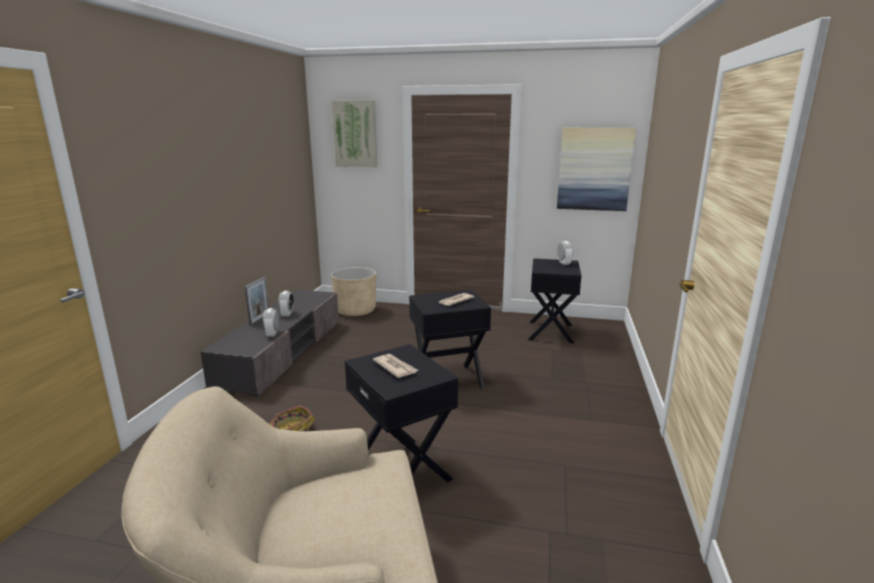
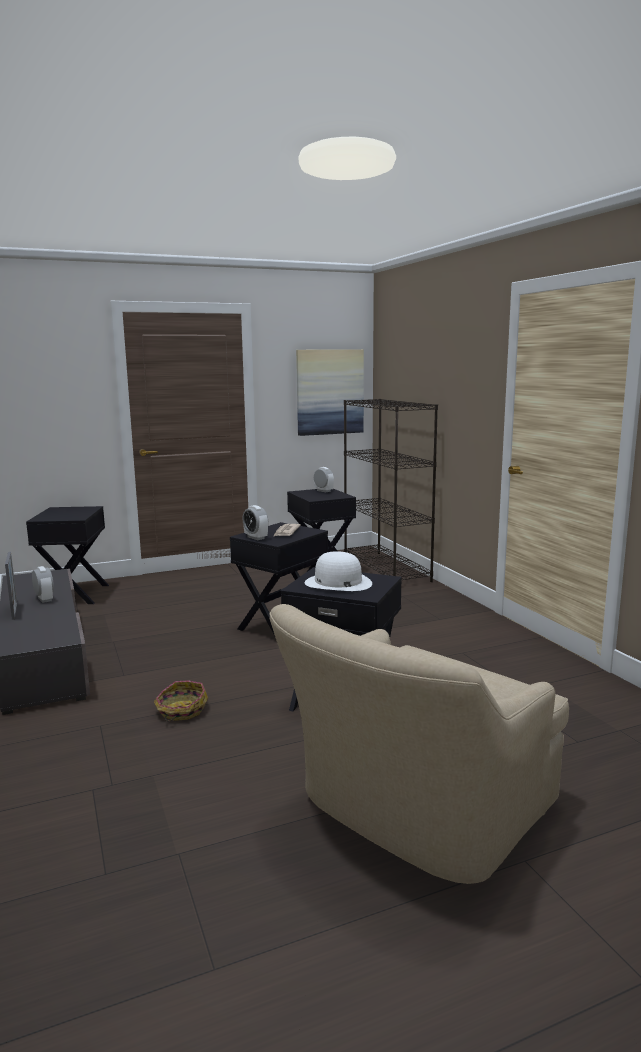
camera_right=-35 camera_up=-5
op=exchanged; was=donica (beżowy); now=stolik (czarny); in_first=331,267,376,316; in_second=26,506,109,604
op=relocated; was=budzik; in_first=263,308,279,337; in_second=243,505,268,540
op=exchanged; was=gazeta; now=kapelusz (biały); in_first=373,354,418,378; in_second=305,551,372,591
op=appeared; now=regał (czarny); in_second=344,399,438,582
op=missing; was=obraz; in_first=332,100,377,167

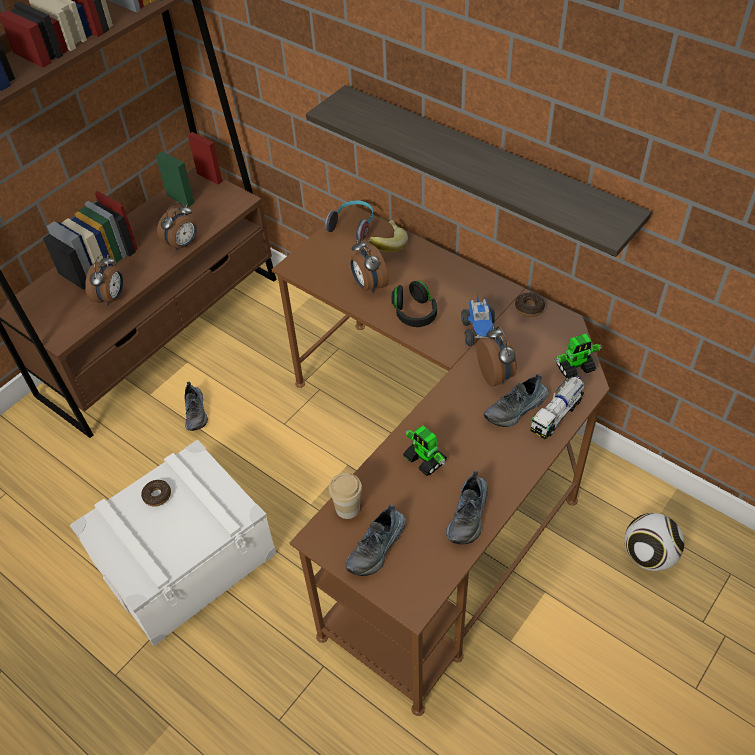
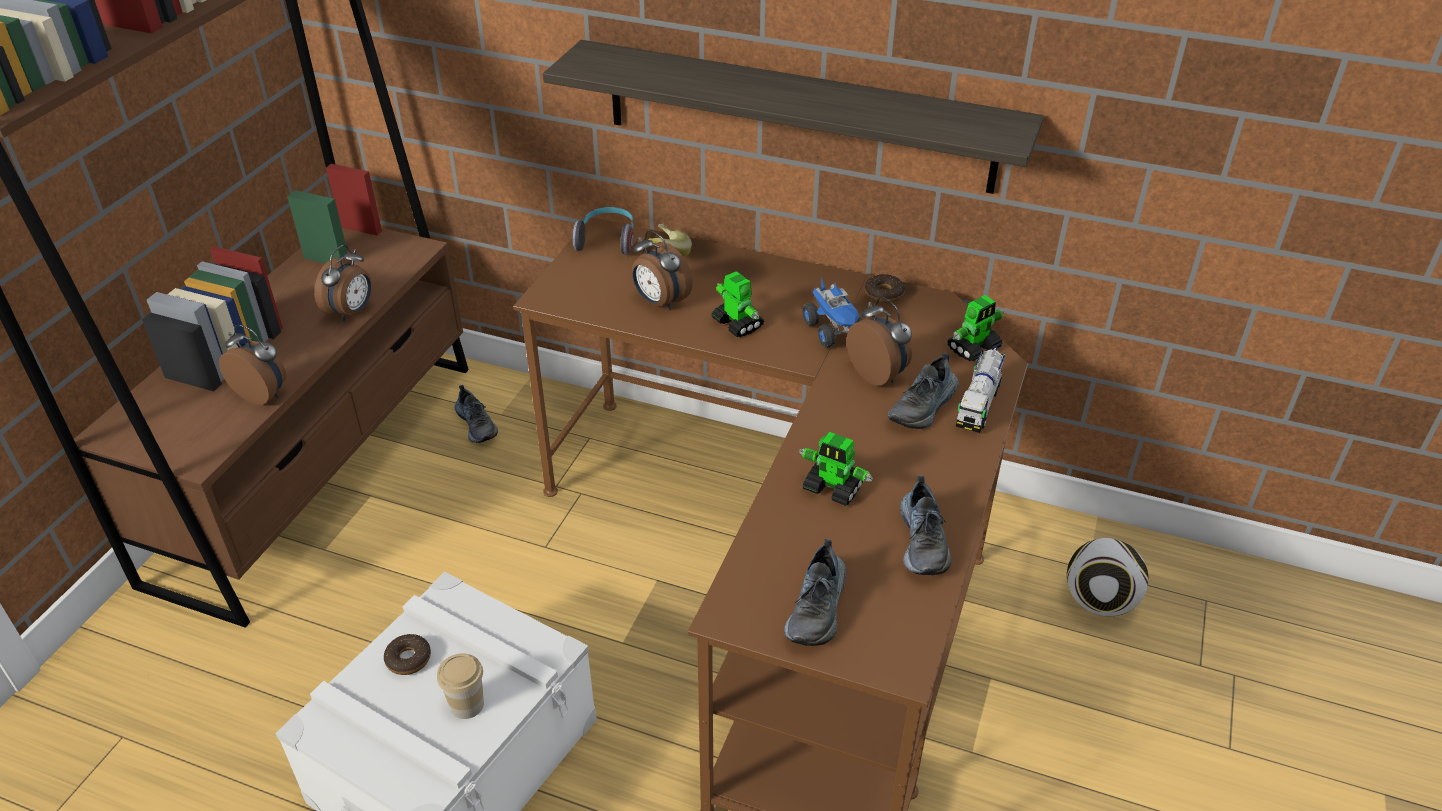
camera_right=-20 camera_up=-10
op=spun; was=budzik; in_first=85,254,123,306; in_second=219,325,286,405; clockwise=-60
op=relocated; was=filiżanka; in_first=328,473,362,519; in_second=437,653,484,719
op=relocated; was=but; in_first=184,382,208,431; in_second=454,385,498,443
op=exchanged; was=słuchawki (czarny); now=robot zabawkowy; in_first=392,281,437,327; in_second=711,271,764,337

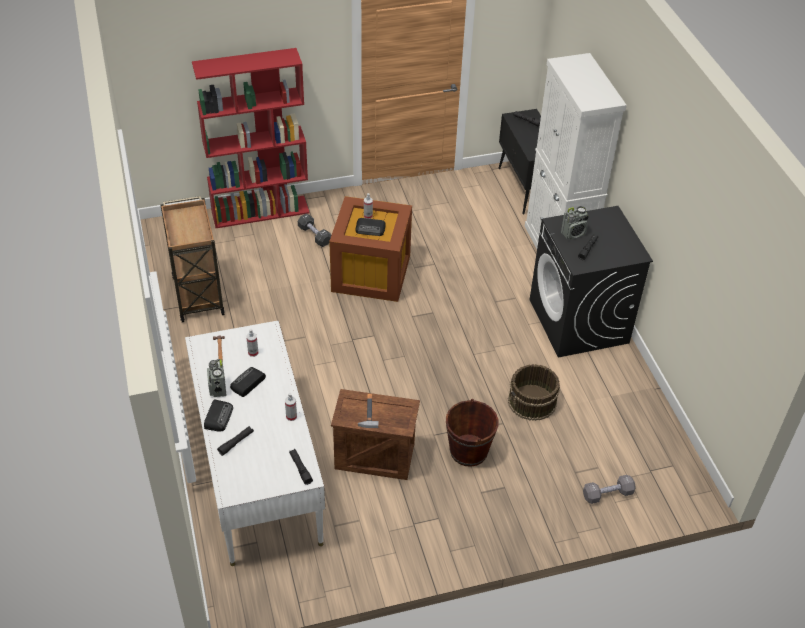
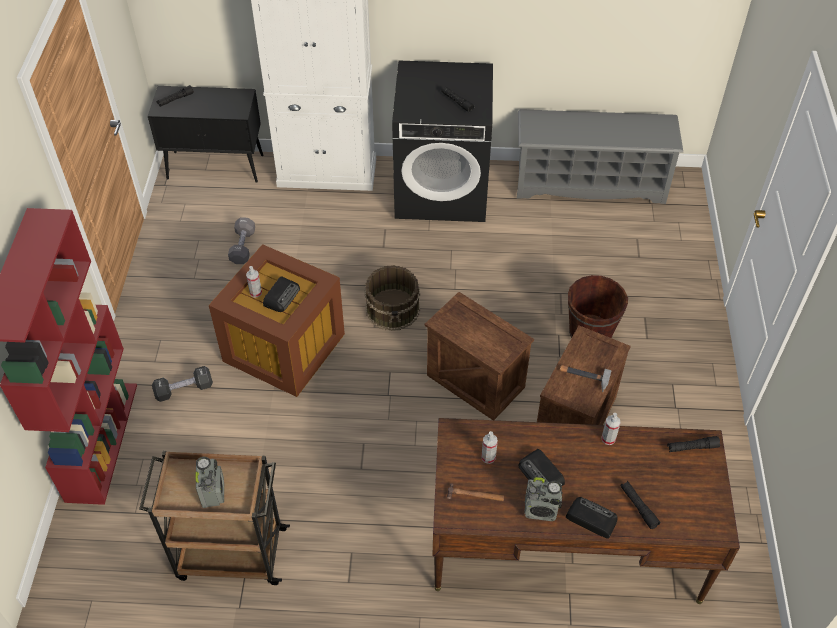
camera_right=-70 camera_up=5
op=relocated; was=radio; in_first=561,206,589,240; in_second=195,457,224,508
op=relocated; was=hantel (szary); in_first=583,475,636,504; in_second=228,217,255,264
op=relocated; was=wiadro (brązowy); in_first=508,364,560,421; in_second=364,265,420,331
op=appeared; now=skrzynka; in_second=425,292,534,420
op=colour; was=biurko (biały); now=biurko (brązowy); in_first=185,320,325,566; in_second=433,418,740,604
op=appeared; now=regał na buty (szary); in_second=517,109,683,204

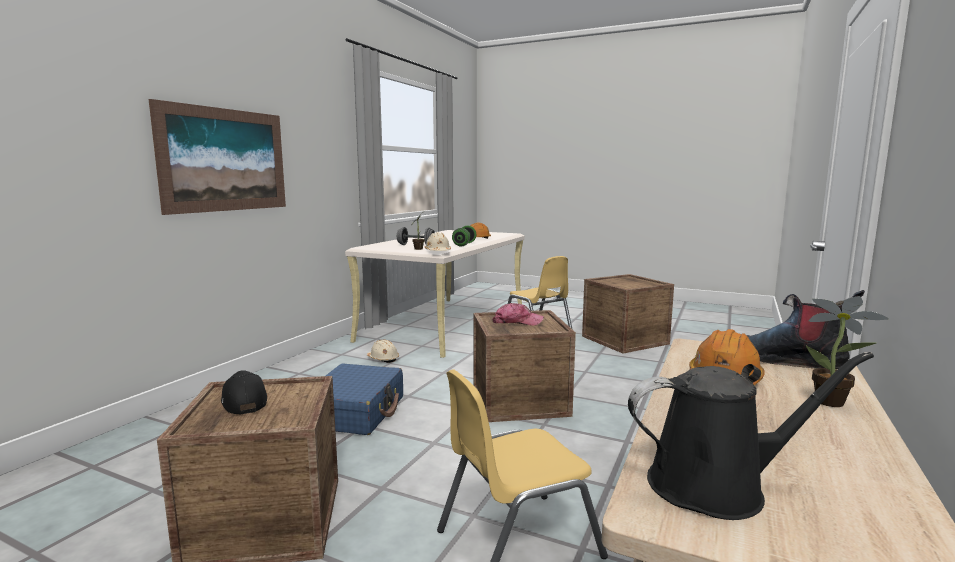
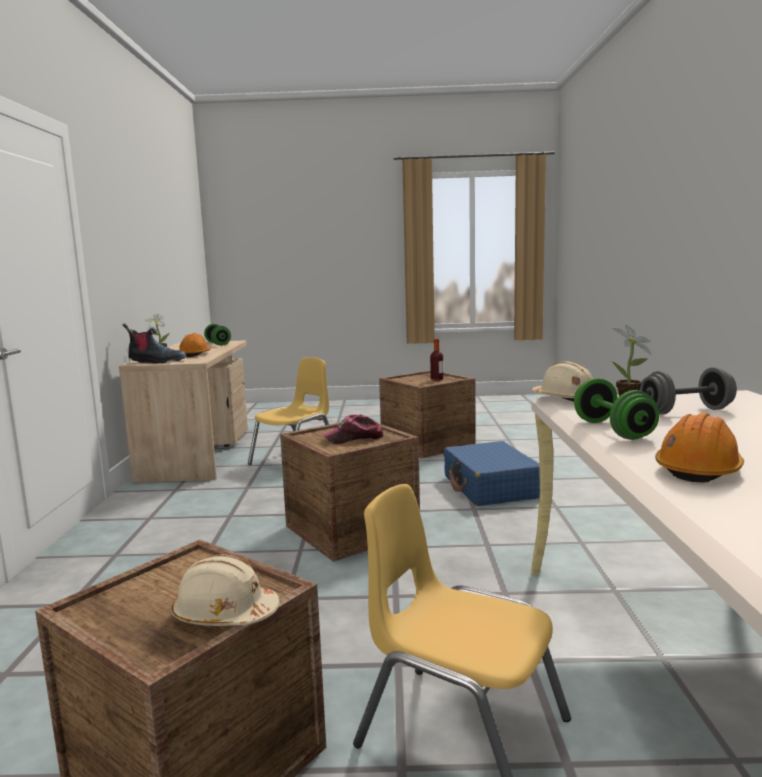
camera_right=155 camera_up=0
op=relocated; was=kask (beżowy); in_first=367,340,399,363; in_second=171,554,280,626
op=exchanged; was=konewka (czarny); now=hantel (zielony); in_first=628,352,874,520; in_second=204,324,231,346
op=exchanged; was=czapka z daszkiem (czarny); now=butelka; in_first=221,370,267,414; in_second=430,339,444,381
op=missing; was=obraz; in_first=149,99,286,215

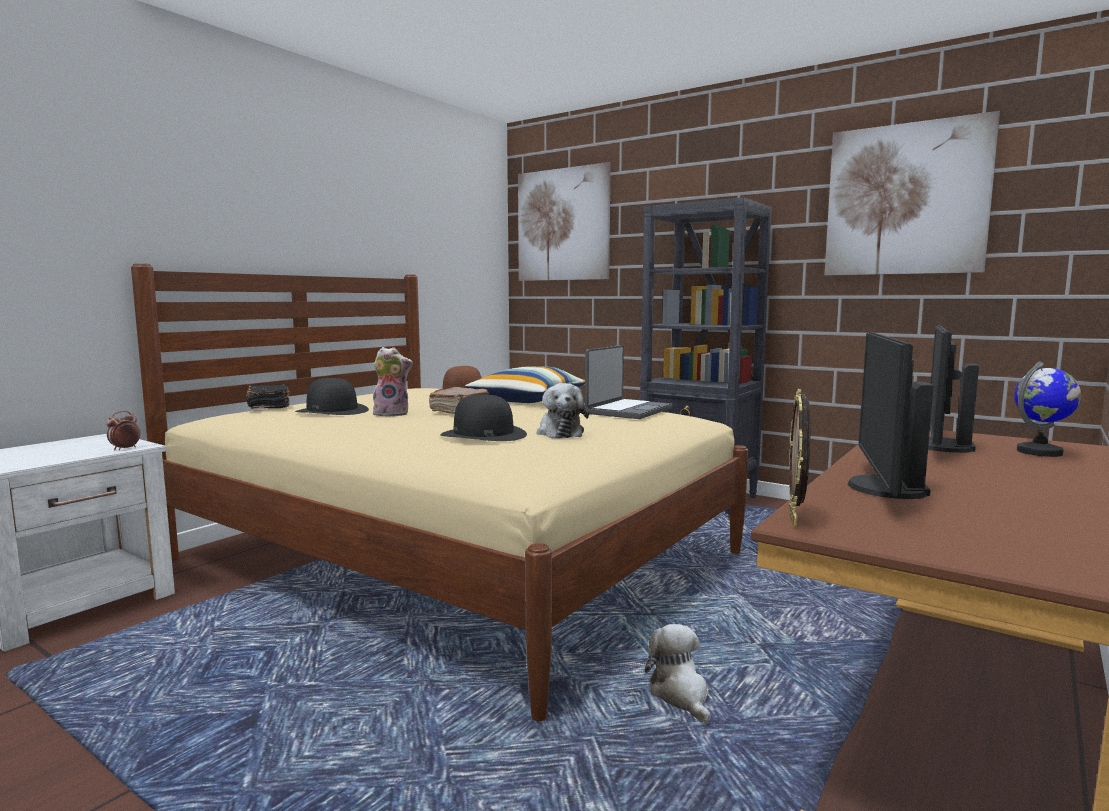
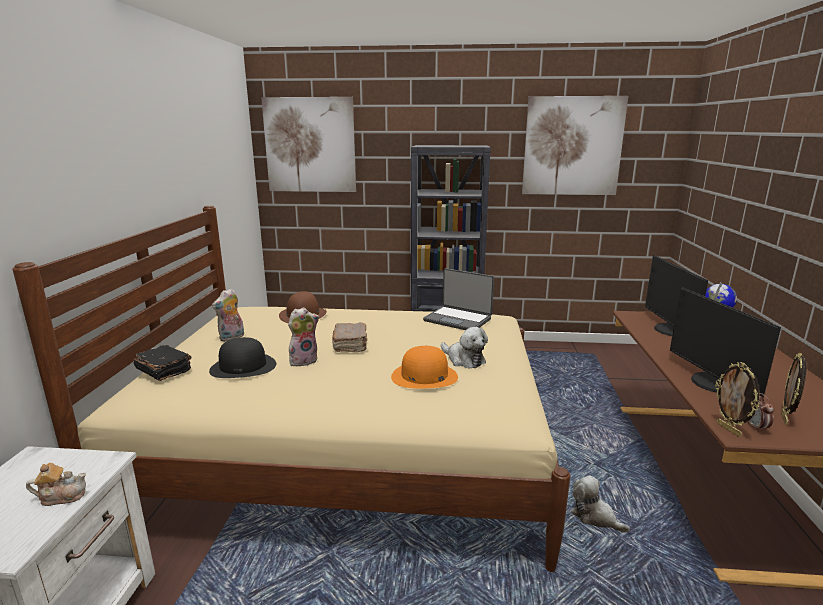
camera_right=-30 camera_up=10
op=appeared; now=imbryk; in_second=26,463,86,506
op=appeared; now=pluszak; in_second=212,288,244,342
op=colour; was=kapelusz (czarny); now=kapelusz (pomarańczowy); in_first=440,394,527,441; in_second=391,346,458,389
op=spun; was=laptop; in_first=585,345,673,419; in_second=423,268,494,330; clockwise=120
op=relocated; was=budzik; in_first=107,411,141,450; in_second=747,393,774,432
op=appeared; now=ramka na zdjęcie; in_second=781,353,807,425
op=missing; was=poduszka; in_first=465,366,585,403

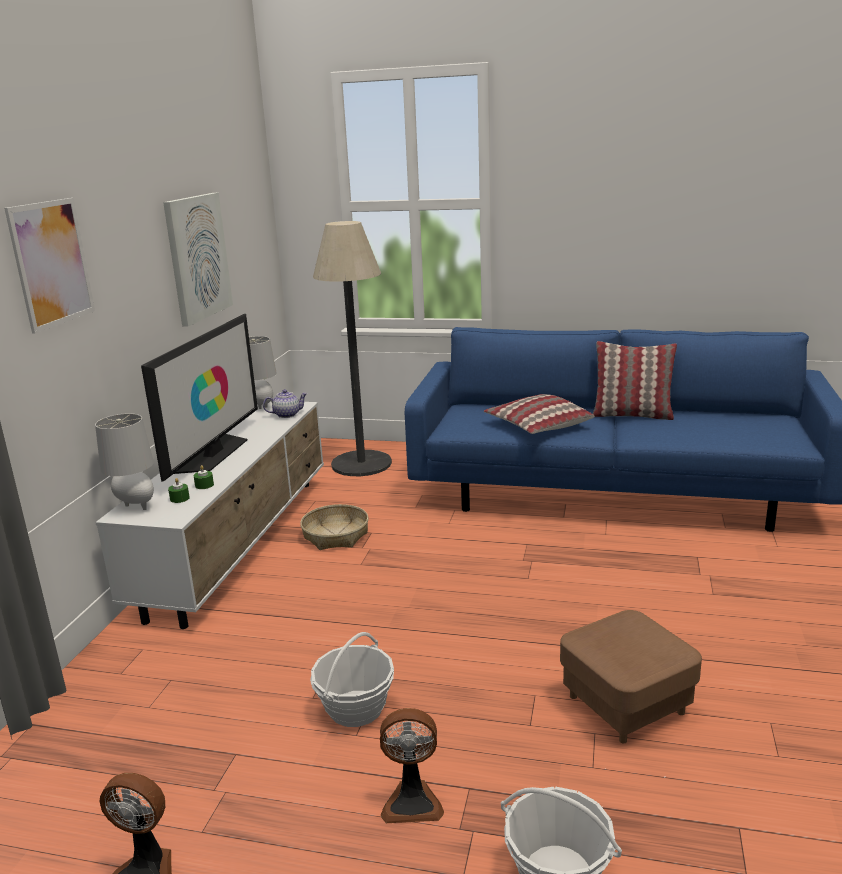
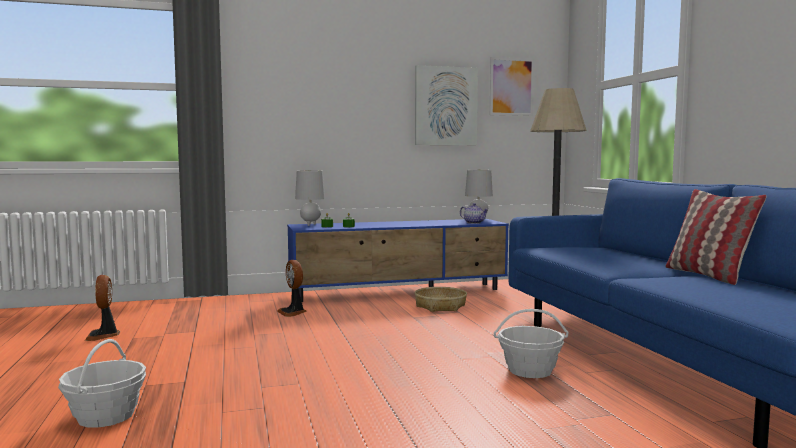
camera_right=60 camera_up=-15
op=relocated; was=wentylator; in_first=380,708,444,823; in_second=277,260,307,317
op=colour; was=szafka pod telewizor (biały); now=szafka pod telewizor (niebieski); in_first=95,401,324,629; in_second=287,219,509,302
op=relocated; was=obraz; in_first=4,198,95,333; in_second=490,57,534,116
op=relocated; was=koszyk; in_first=310,632,394,727; in_second=494,309,569,378
op=missing; was=telewizor; in_first=141,314,258,482
op=missing; was=poduszka; in_first=484,394,595,434
op=missing; was=pufa (brązowy); in_first=560,610,702,743

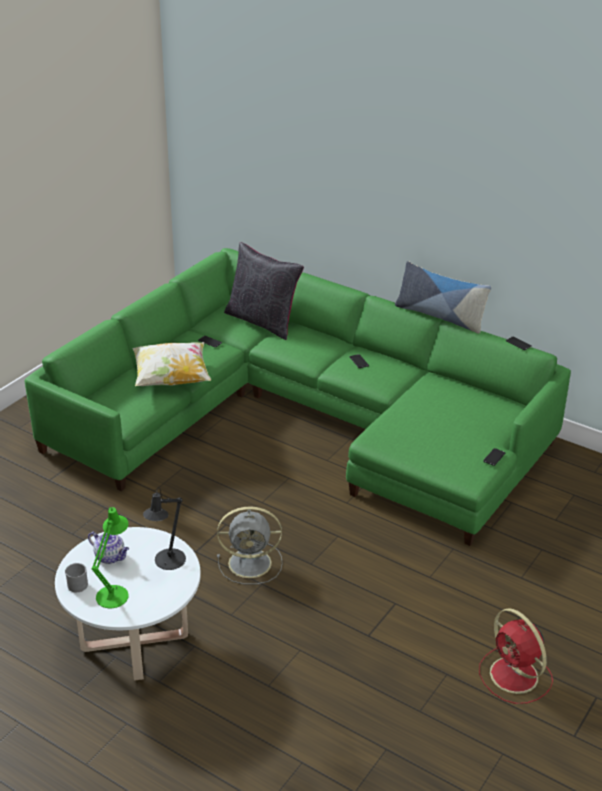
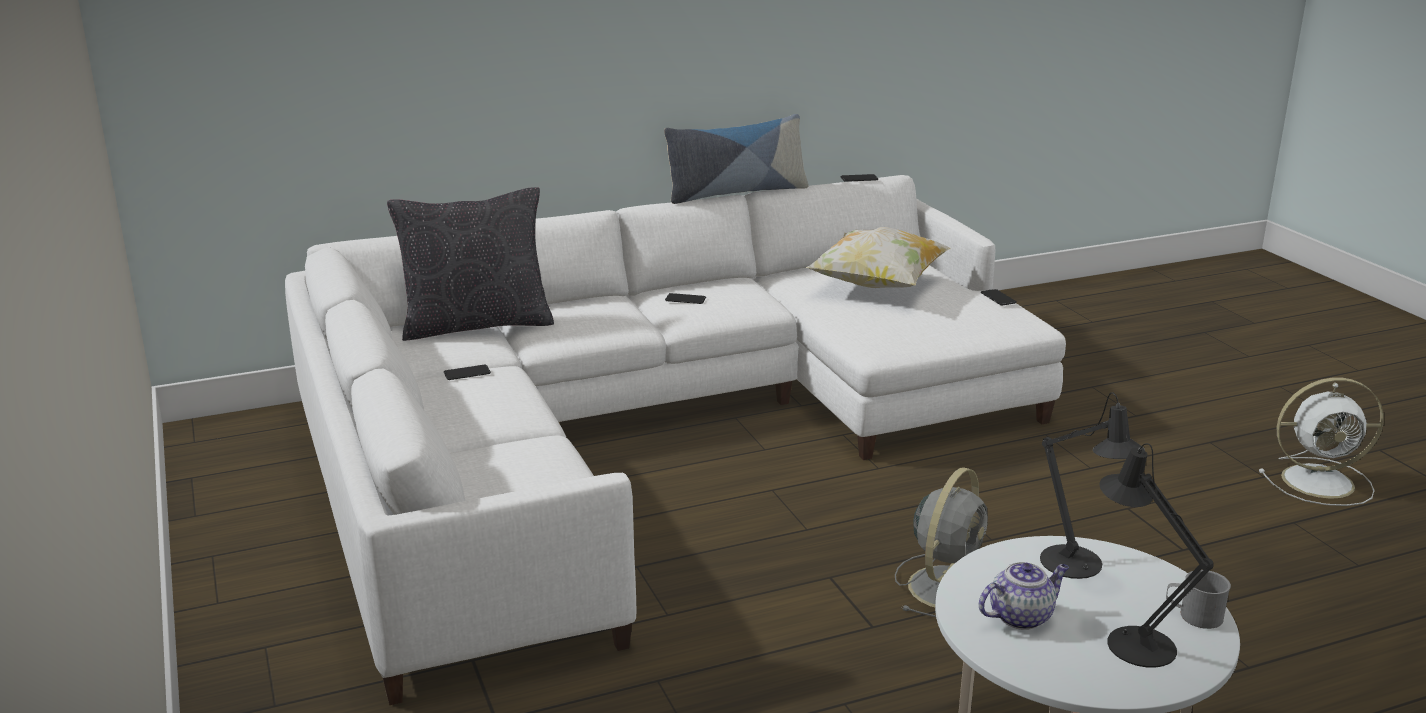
camera_right=-55 camera_up=-10
op=colour; was=kanapa (zielony); now=kanapa (biały); in_first=24,248,571,546; in_second=285,175,1066,705
op=relocated; was=poduszka; in_first=133,342,211,386; in_second=806,227,951,288
op=colour; was=lampa stołowa (zielony); now=lampa stołowa (czarny); in_first=92,507,129,608; in_second=1099,443,1214,668
op=relocated; was=kubek (szary); in_first=65,563,88,592; in_second=1166,570,1231,629
op=colour; was=wentylator (czerwony); now=wentylator (biały); in_first=479,608,553,704; in_second=1259,378,1384,506

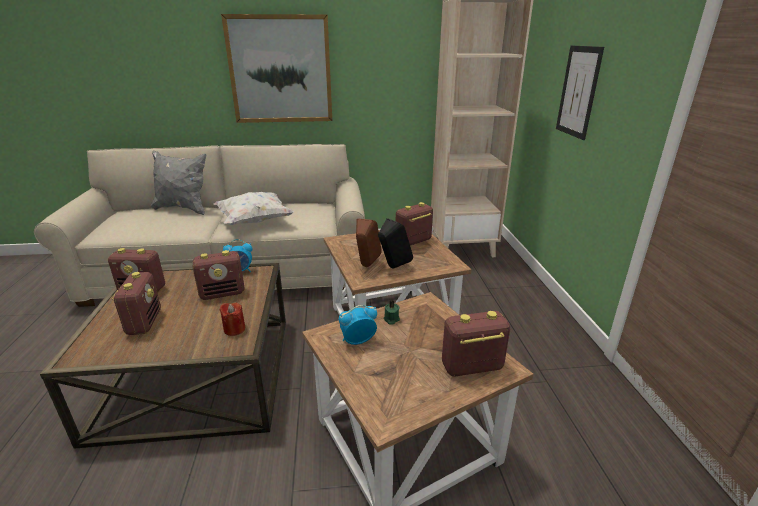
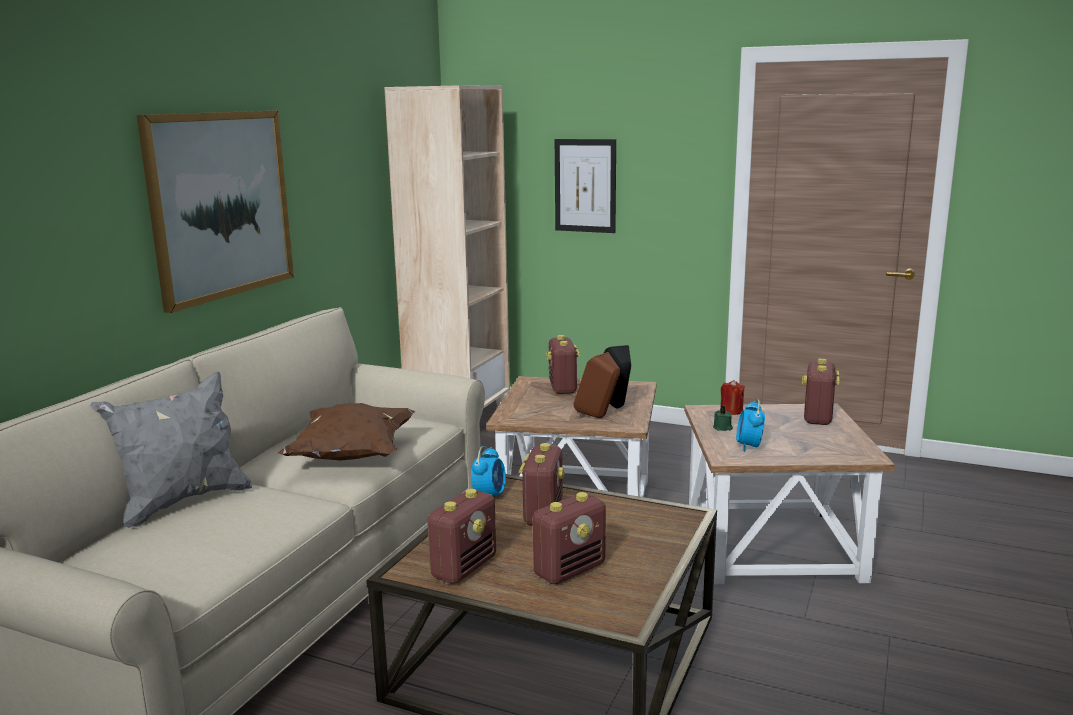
camera_right=-60 camera_up=-10
op=colour; was=poduszka (biały); now=poduszka (brązowy); in_first=214,192,294,225; in_second=278,403,415,461
op=spun; was=radio; in_first=112,272,161,335; in_second=533,492,606,585; clockwise=120
op=relocated; was=świeca (czerwony); in_first=220,302,246,336; in_second=721,380,745,415

